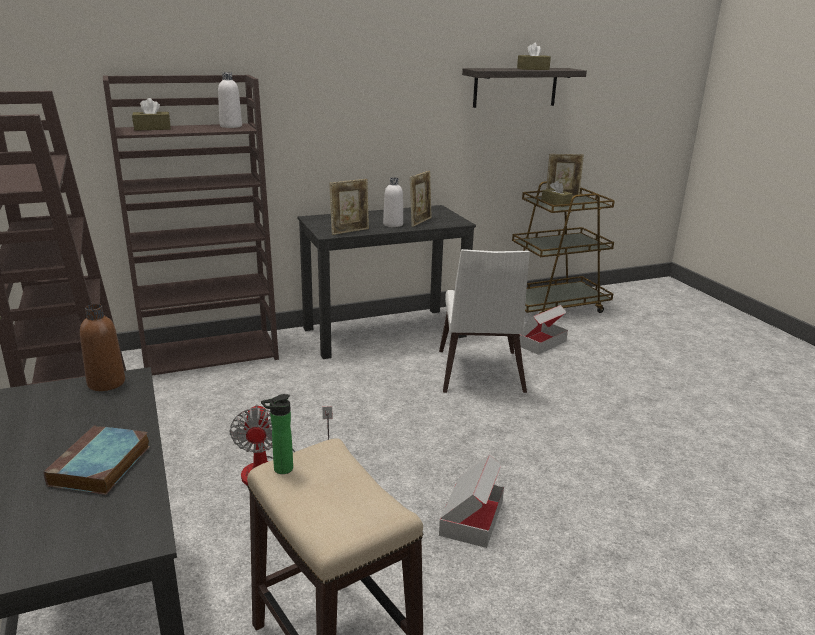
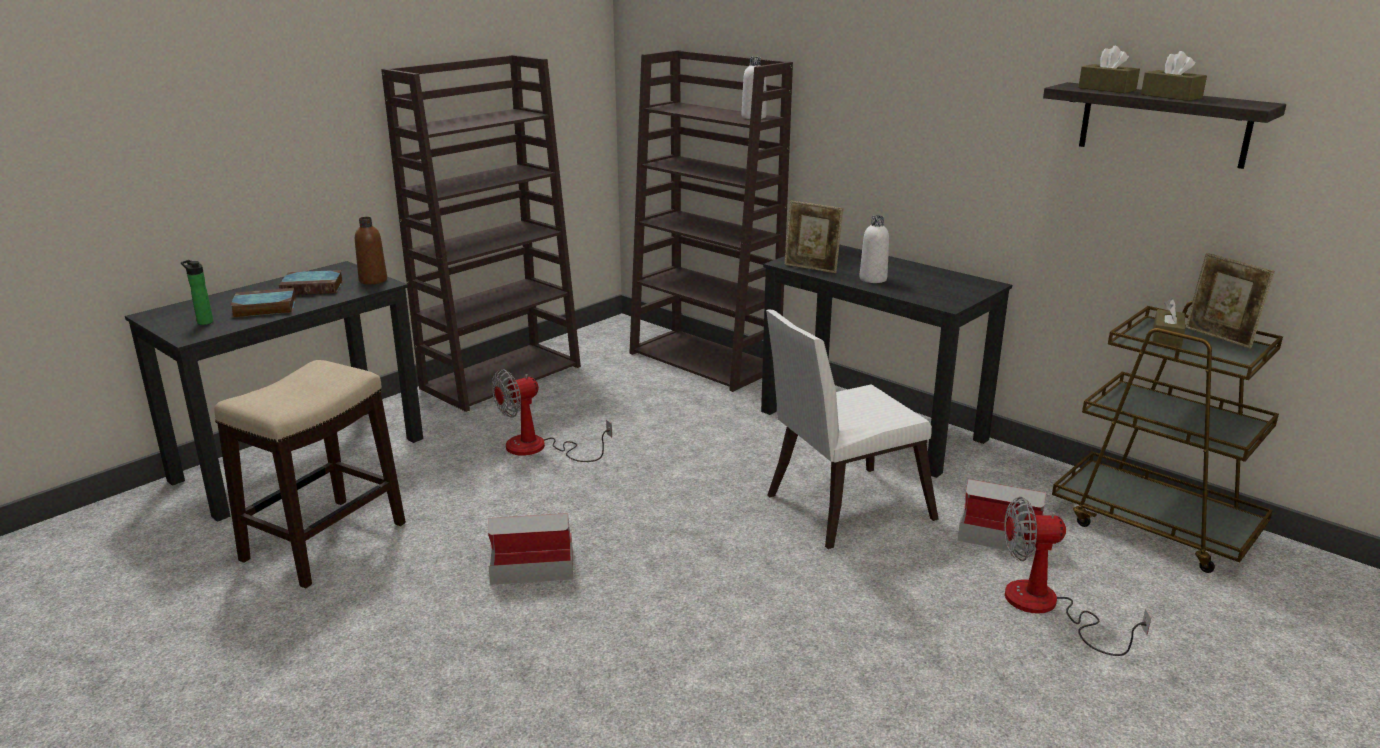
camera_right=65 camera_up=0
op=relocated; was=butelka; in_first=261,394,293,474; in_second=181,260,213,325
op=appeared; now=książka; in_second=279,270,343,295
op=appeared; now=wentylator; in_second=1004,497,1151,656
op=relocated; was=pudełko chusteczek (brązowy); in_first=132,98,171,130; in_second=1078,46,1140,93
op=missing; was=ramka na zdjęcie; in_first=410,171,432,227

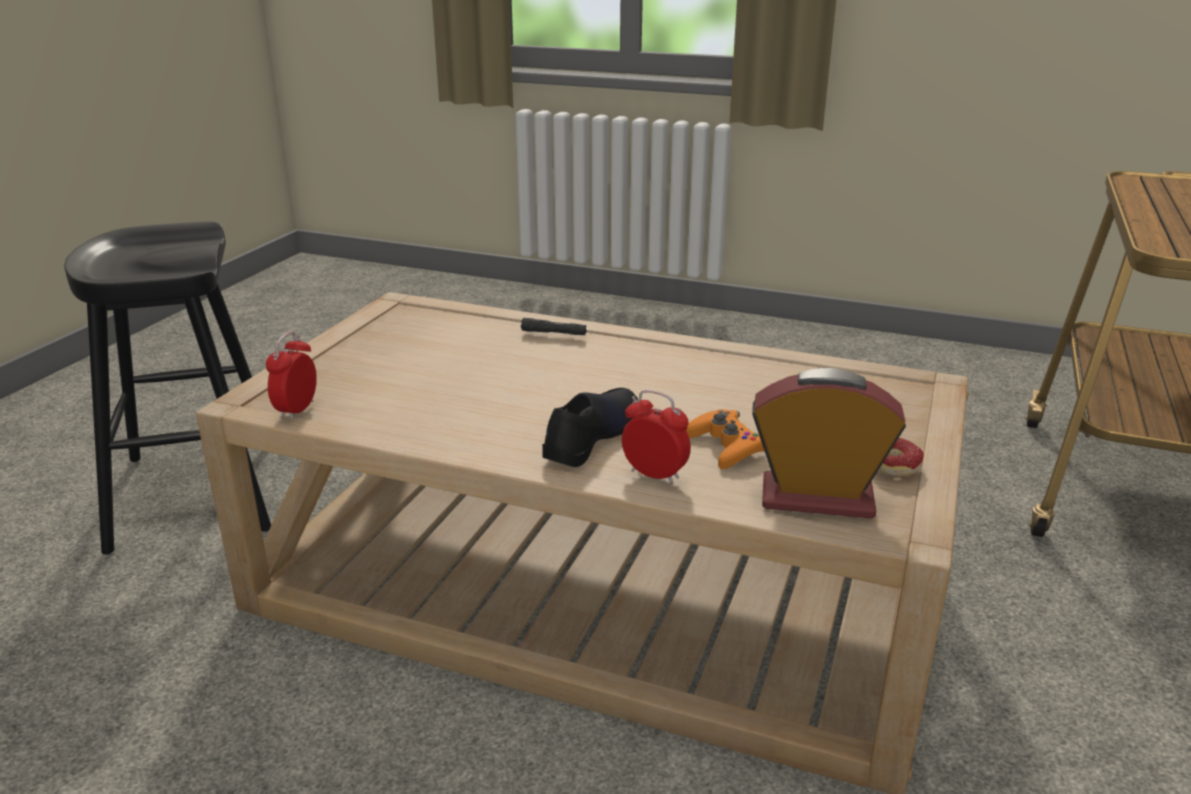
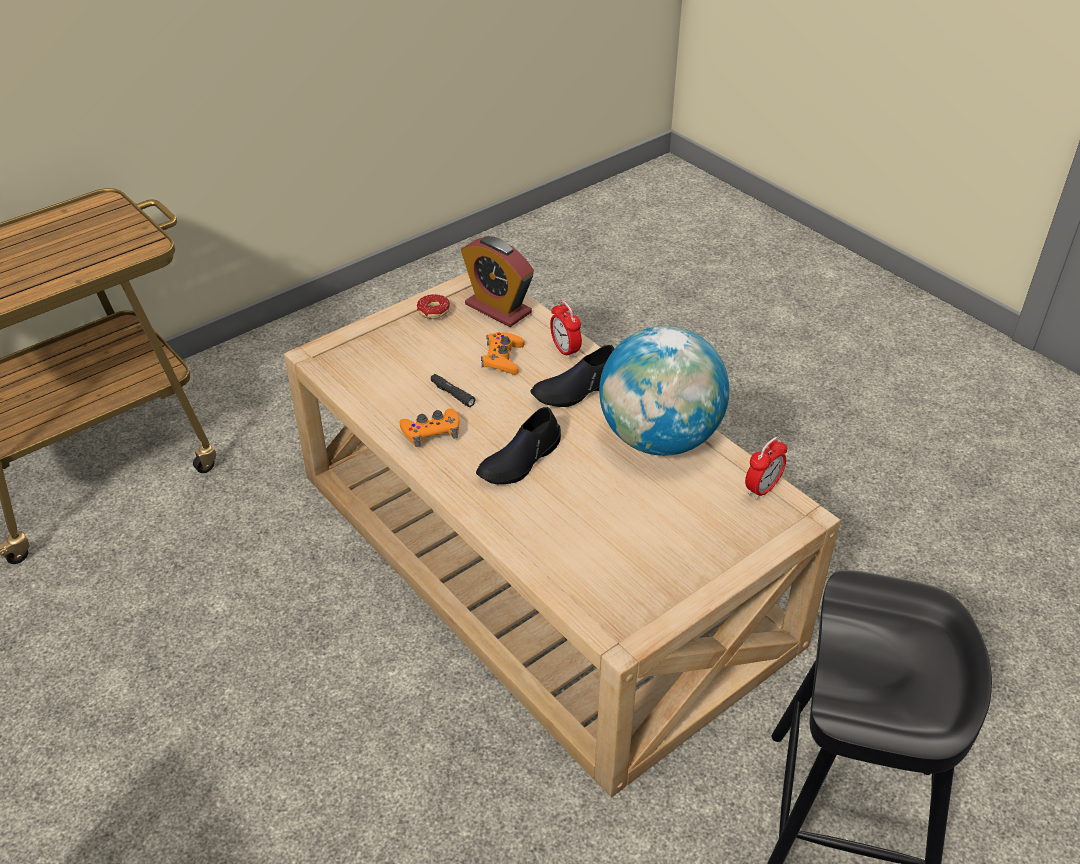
camera_right=-150 camera_up=15
op=appeared; now=pad do gier (pomarańczowy); in_second=400,409,459,447
op=relocated; was=latarka (czarny); in_first=521,318,587,335; in_second=431,374,476,407
op=appeared; now=but (czarny); in_second=476,407,561,484
op=appeared; now=globus; in_second=599,326,729,456

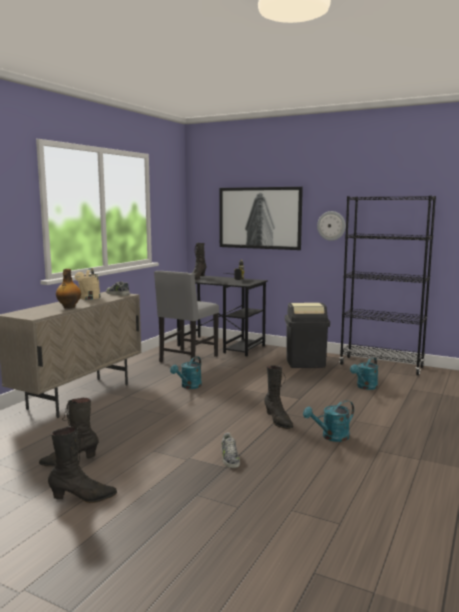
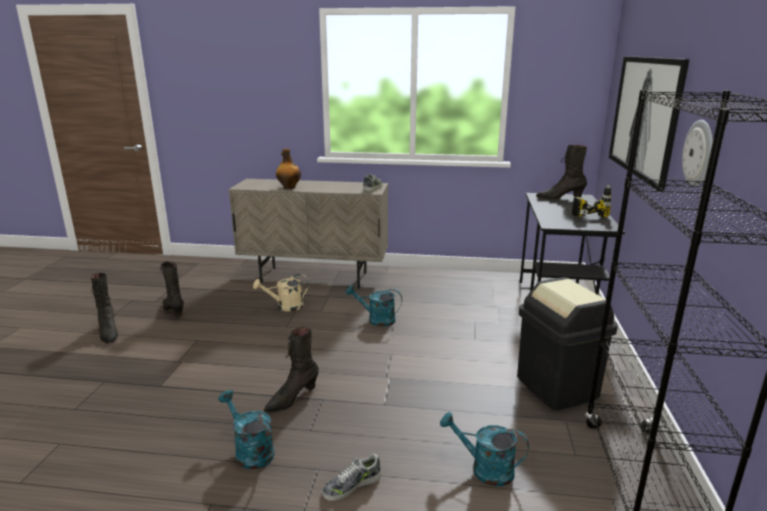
camera_right=70 camera_up=10
op=relocated; was=konewka (beżowy); in_first=75,268,100,300; in_second=253,274,309,312
op=relocated; was=but; in_first=221,433,240,468; in_second=322,453,381,501
op=missing; was=krzesło (szary); in_first=154,271,219,363

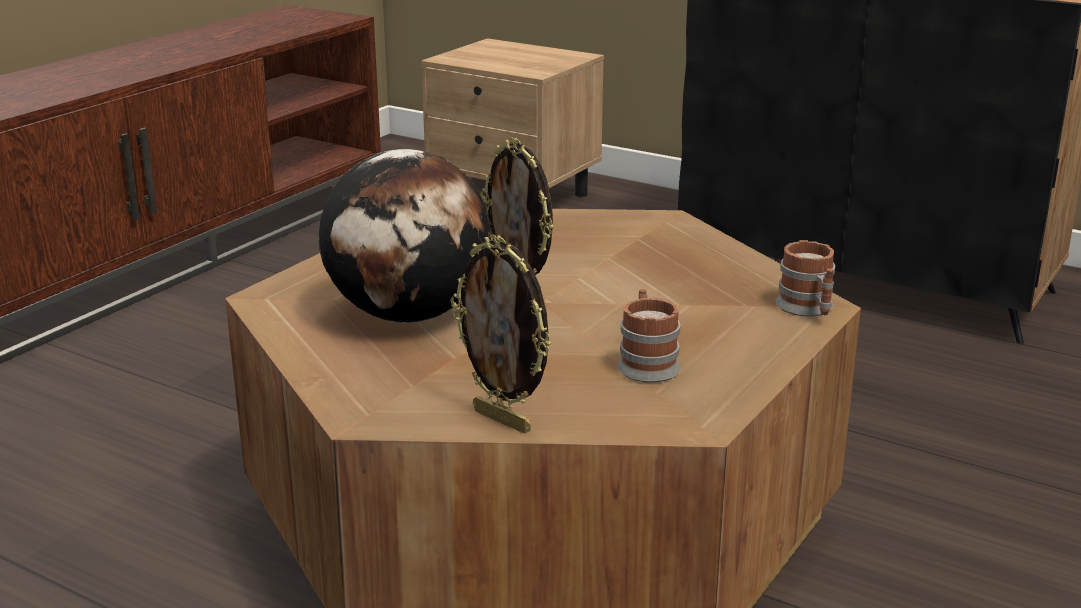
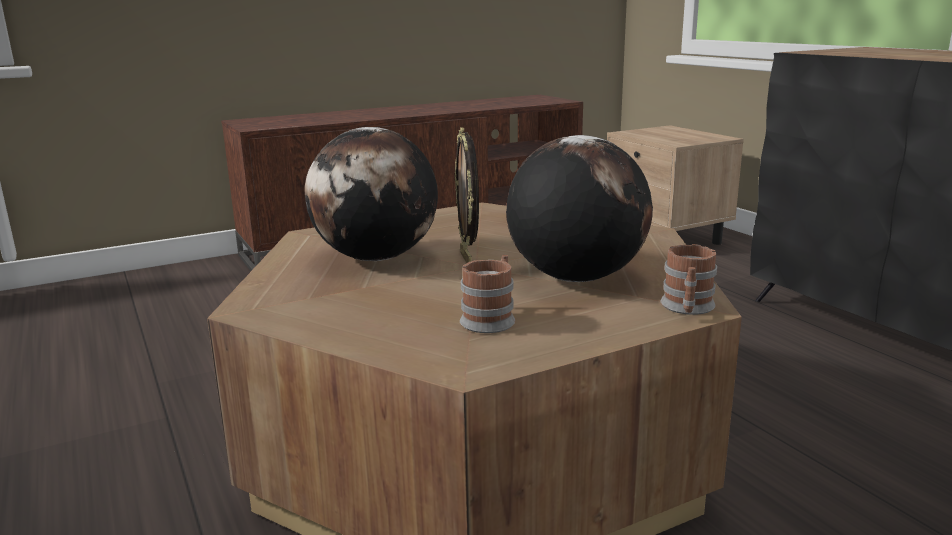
camera_right=30 camera_up=-5
op=appeared; now=globus; in_second=506,135,653,282
op=missing; was=ramka na zdjęcie; in_first=451,234,551,434

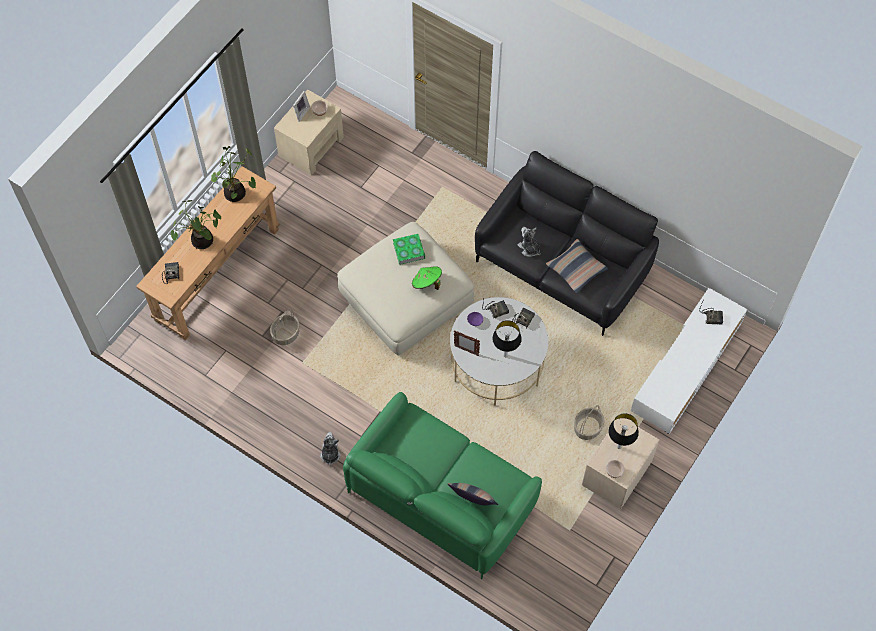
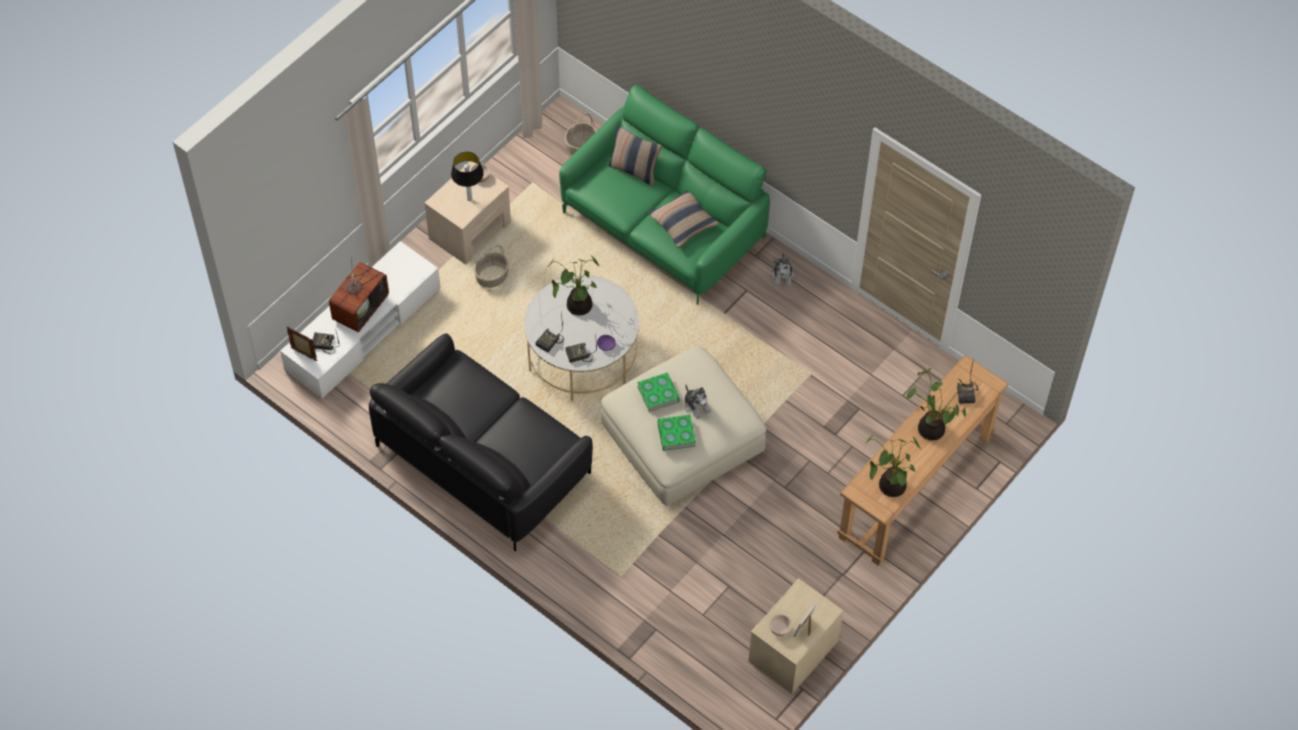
camera_right=-175 camera_up=-5
op=relocated; was=ramka na zdjęcie; in_first=454,331,480,356; in_second=286,326,317,361
op=appeared; now=telewizor; in_second=329,256,389,332
op=exchanged; was=lampa stołowa; now=roślina doniczkowa; in_first=492,320,522,357; in_second=548,255,600,316
op=relocated; was=koszyk; in_first=270,310,300,345; in_second=565,114,597,155
op=exchanged; was=kapelusz (zielony); now=książka; in_first=412,266,442,290; in_second=637,372,680,412
op=relocated; was=poduszka; in_first=546,239,608,293; in_second=648,190,719,248
op=relocated; was=pluszak; in_first=517,227,541,257; in_second=684,385,711,419

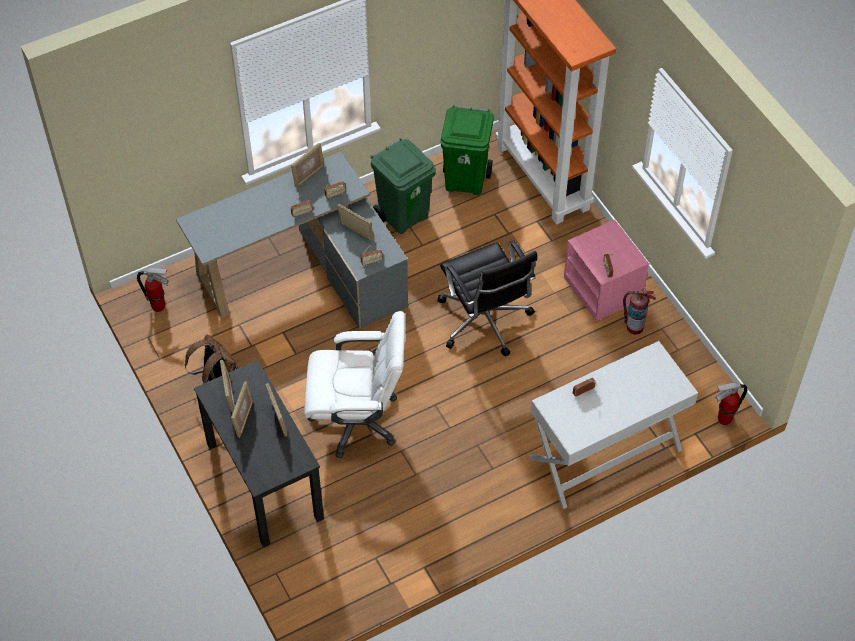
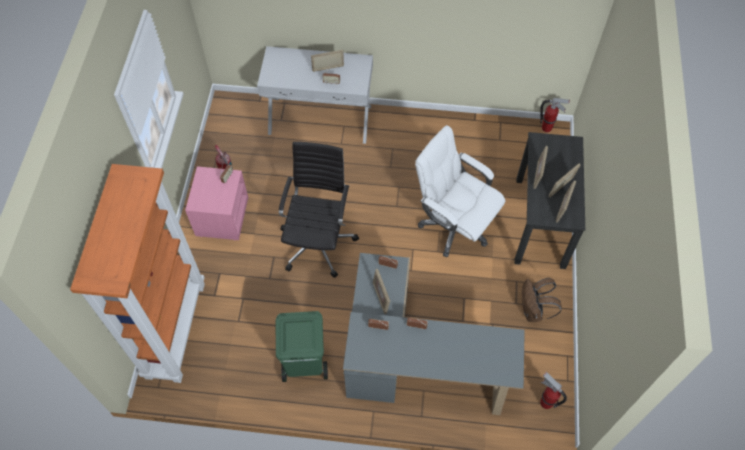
camera_right=-145 camera_up=5
op=relocated; was=ramka na zdjęcie; in_first=291,143,324,188; in_second=311,50,344,72
op=relocated; was=gaśnica; in_first=715,383,747,425; in_second=540,98,570,132
op=missing; was=kosz na śmieci (zielony); in_first=440,105,494,195

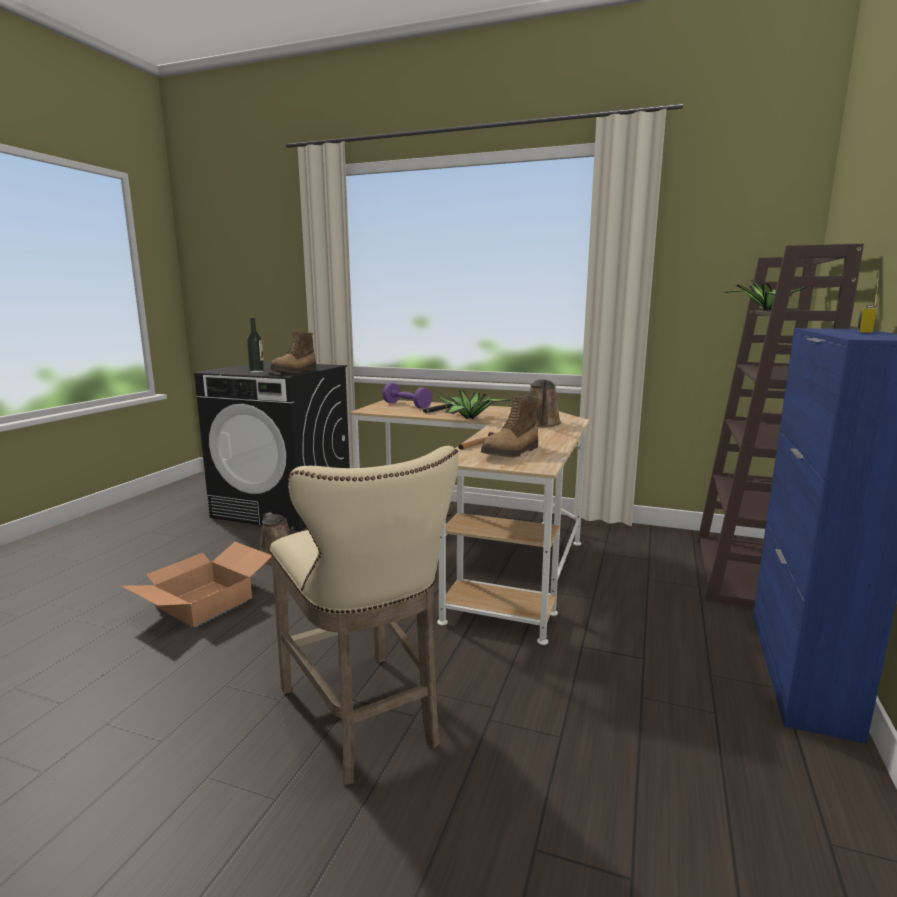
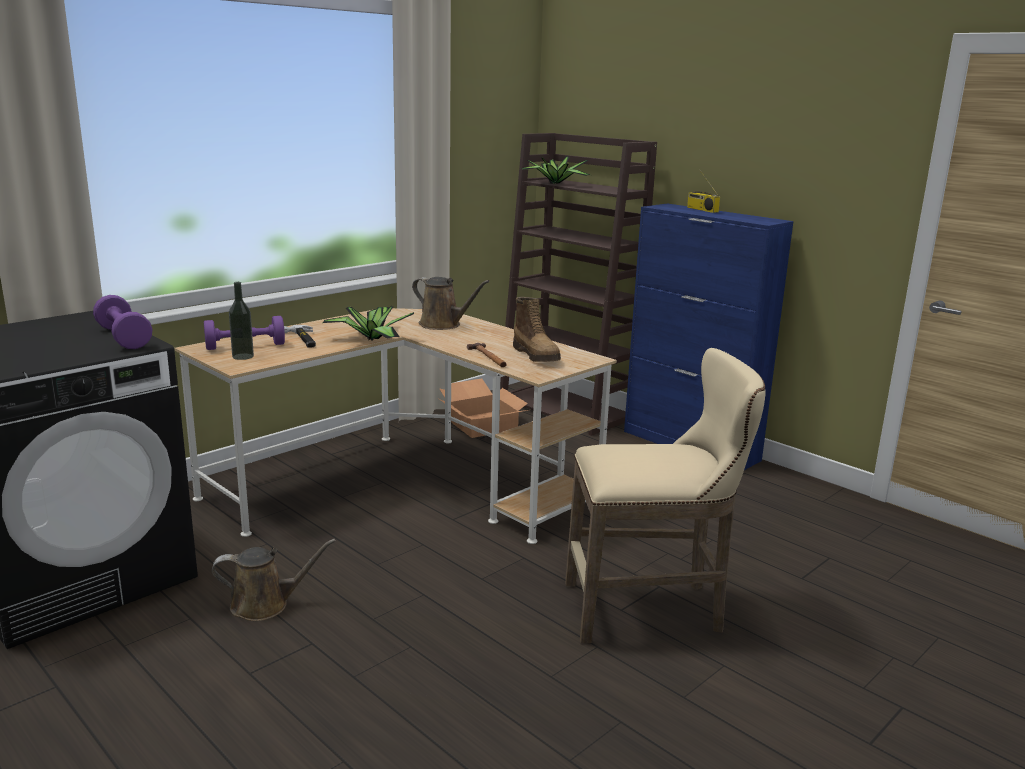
camera_right=-65 camera_up=5
op=exchanged; was=but z cholewką; now=hantel (fioletowy); in_first=270,331,317,373; in_second=93,295,152,349
op=relocated; was=butelka; in_first=247,318,264,373; in_second=229,282,254,360
op=relocated; was=karton; in_first=121,542,271,627; in_second=439,378,528,438

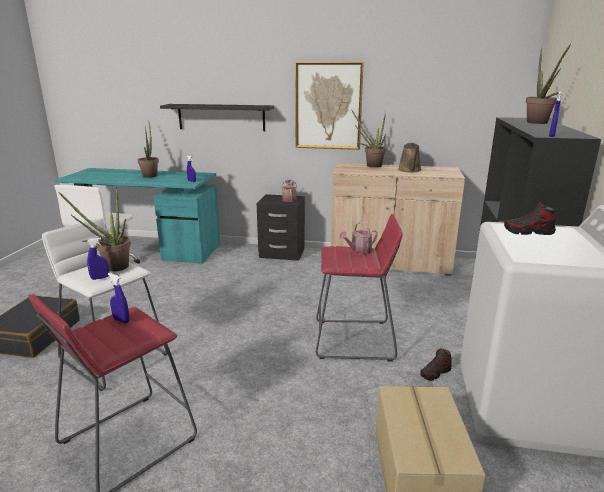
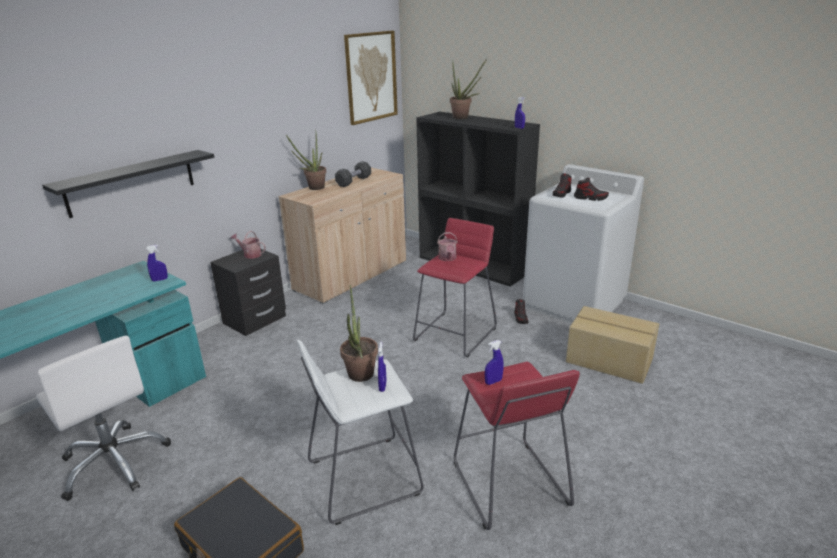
camera_right=-60 camera_up=5
op=exchanged; was=konewka (brązowy); now=hantel (czarny); in_first=398,143,422,172; in_second=335,161,371,187
op=relocated; was=obraz; in_first=295,62,364,150; in_second=344,31,398,125
op=appeared; now=but; in_second=574,178,609,201
op=missing; was=roślina doniczkowa; in_first=138,121,159,178

